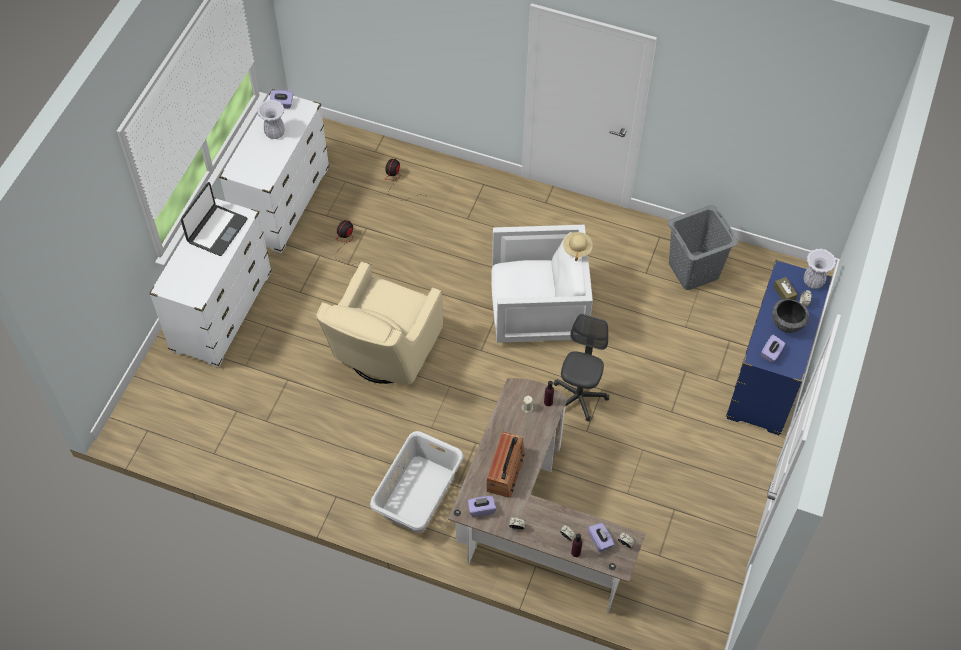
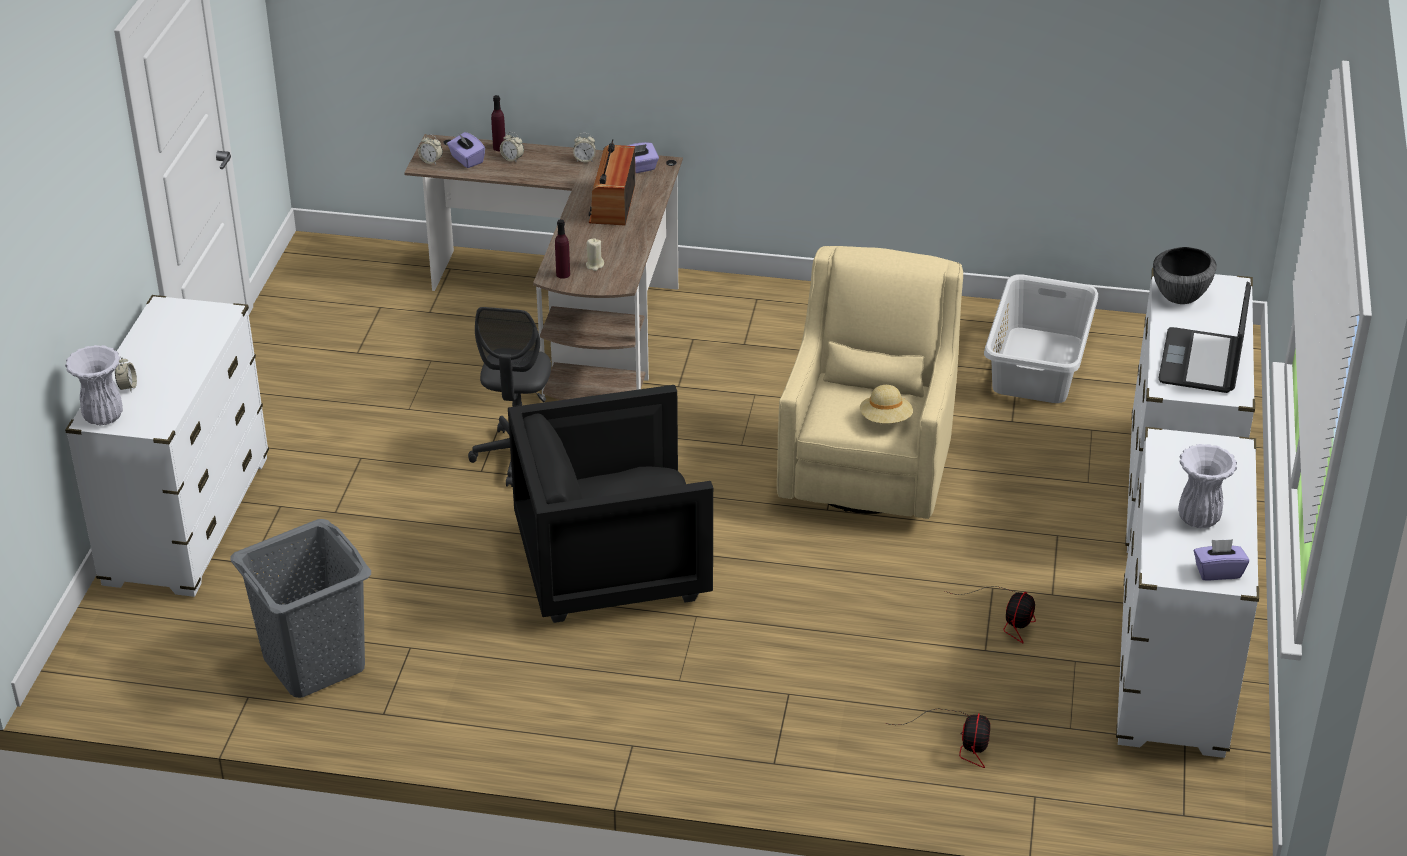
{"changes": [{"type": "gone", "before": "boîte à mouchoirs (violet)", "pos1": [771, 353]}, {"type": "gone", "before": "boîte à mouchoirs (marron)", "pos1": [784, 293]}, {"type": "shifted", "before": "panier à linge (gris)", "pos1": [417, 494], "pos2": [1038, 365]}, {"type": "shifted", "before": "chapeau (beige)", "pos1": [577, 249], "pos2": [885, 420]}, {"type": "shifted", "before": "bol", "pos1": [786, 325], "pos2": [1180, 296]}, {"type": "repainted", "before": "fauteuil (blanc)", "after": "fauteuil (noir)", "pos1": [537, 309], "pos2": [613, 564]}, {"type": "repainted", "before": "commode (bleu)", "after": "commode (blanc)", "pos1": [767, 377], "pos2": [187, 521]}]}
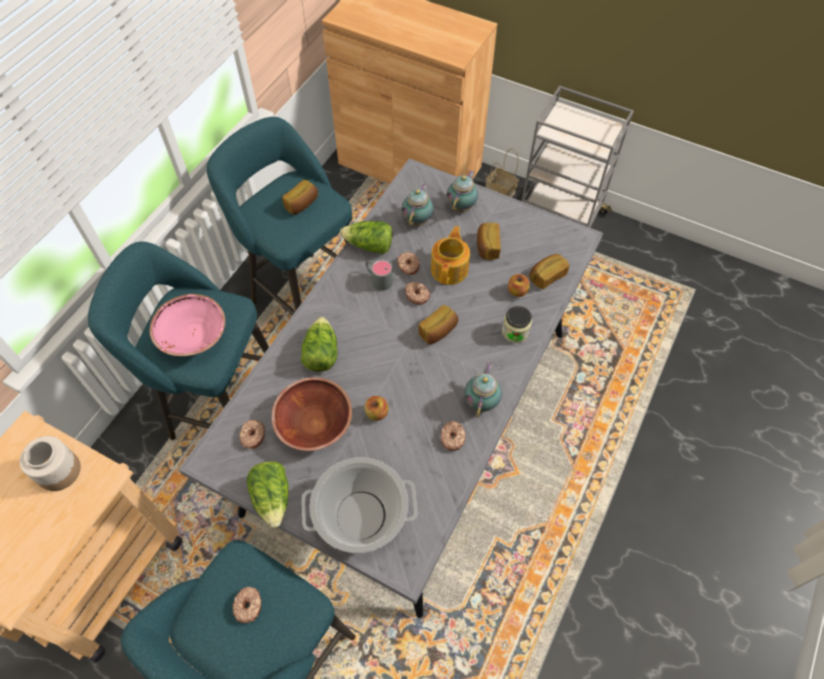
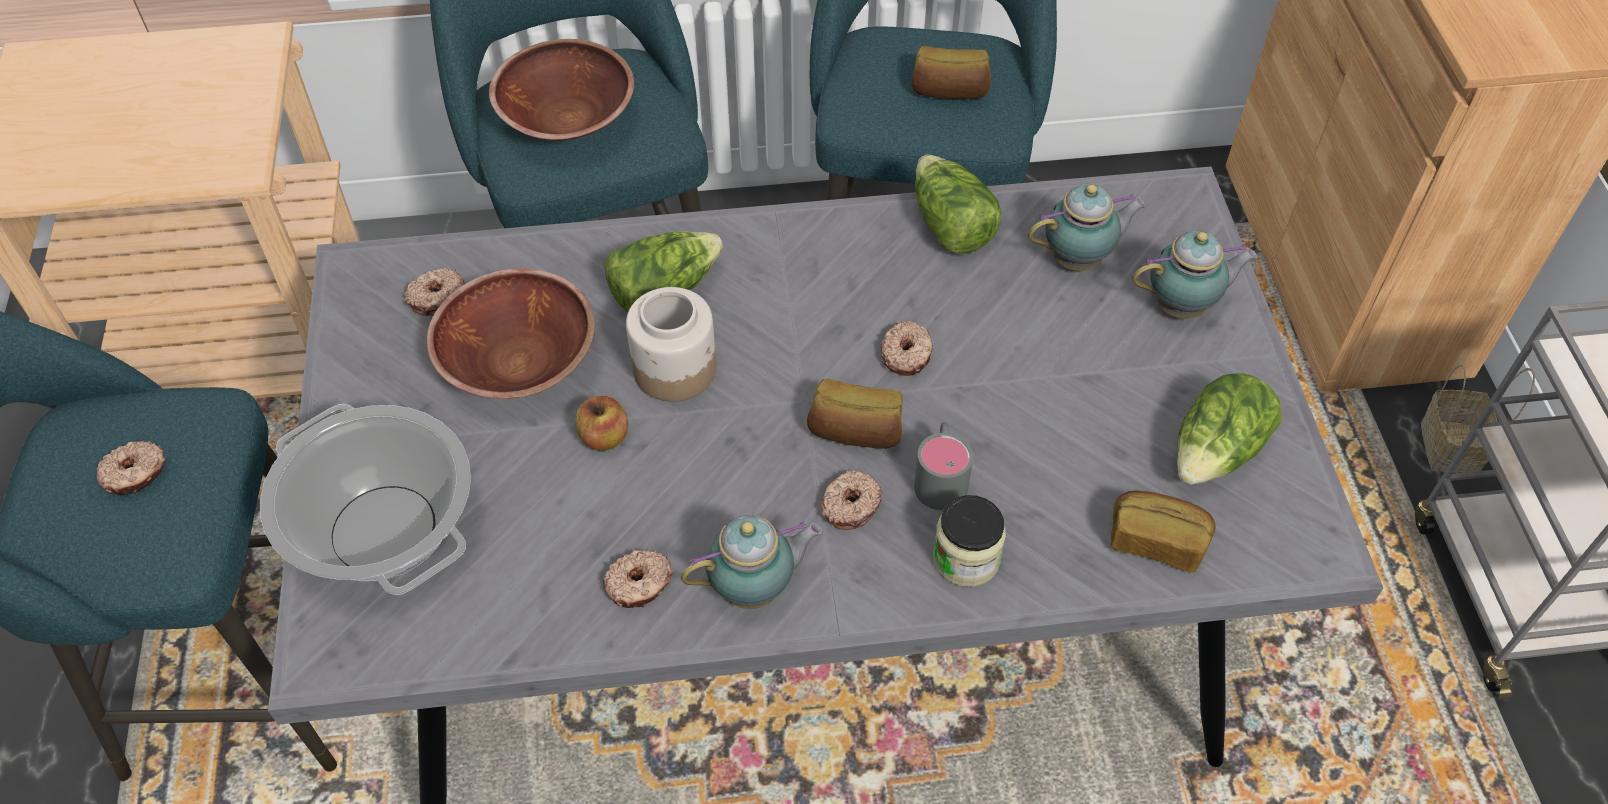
{"changes": [{"type": "gone", "before": "théière", "pos1": [450, 268]}, {"type": "gone", "before": "pain", "pos1": [487, 247]}, {"type": "gone", "before": "pomme", "pos1": [517, 291]}, {"type": "shifted", "before": "bocal", "pos1": [59, 470], "pos2": [676, 369]}, {"type": "shifted", "before": "laitue", "pos1": [273, 497], "pos2": [1216, 452]}, {"type": "shifted", "before": "mug (gris)", "pos1": [378, 279], "pos2": [941, 476]}, {"type": "shifted", "before": "beignet", "pos1": [408, 266], "pos2": [850, 505]}, {"type": "repainted", "before": "bol (rose)", "after": "bol (marron)", "pos1": [193, 336], "pos2": [567, 119]}]}
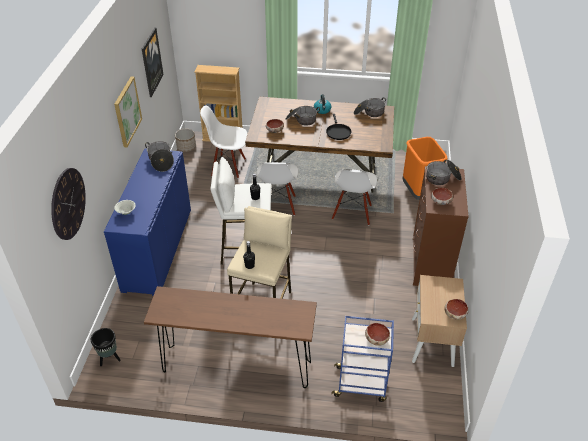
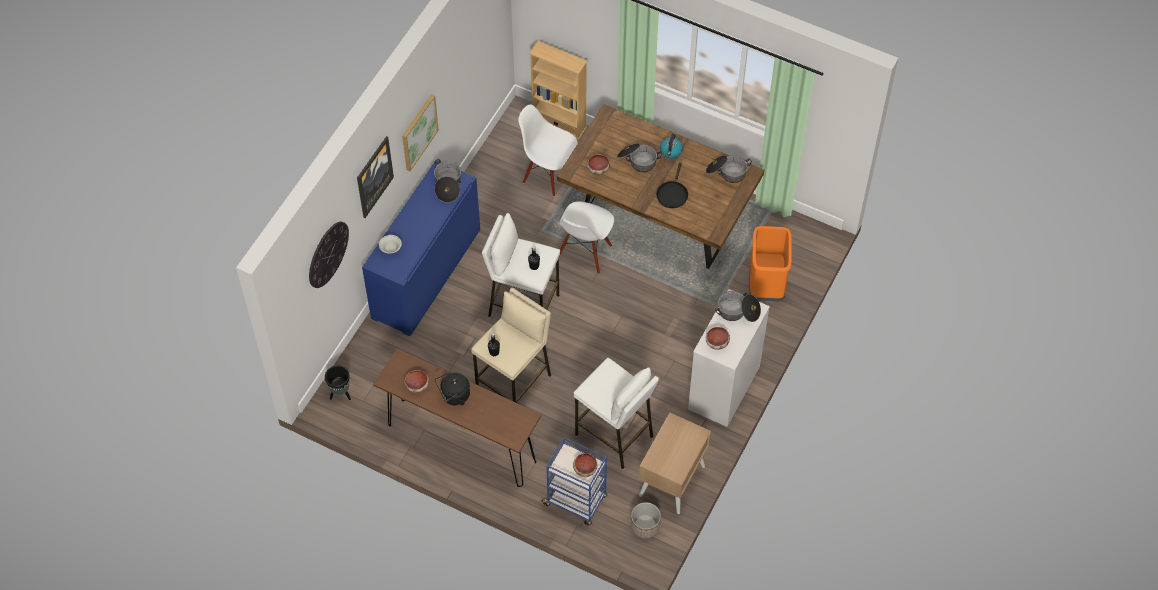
{"changes": [{"type": "gone", "before": "chaise (blanc)", "pos1": [352, 213]}, {"type": "new", "after": "bouilloire (noir)", "pos2": [454, 396]}, {"type": "new", "after": "tabouret (blanc)", "pos2": [614, 436]}, {"type": "shifted", "before": "tableau", "pos1": [151, 62], "pos2": [373, 176]}, {"type": "shifted", "before": "cache-pot", "pos1": [186, 147], "pos2": [645, 526]}, {"type": "shifted", "before": "bol", "pos1": [455, 313], "pos2": [417, 385]}, {"type": "repainted", "before": "commode (marron)", "after": "commode (blanc)", "pos1": [431, 263], "pos2": [723, 388]}]}
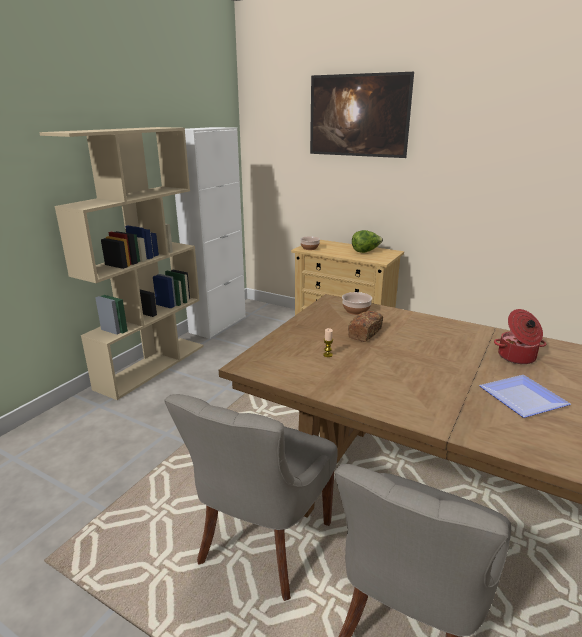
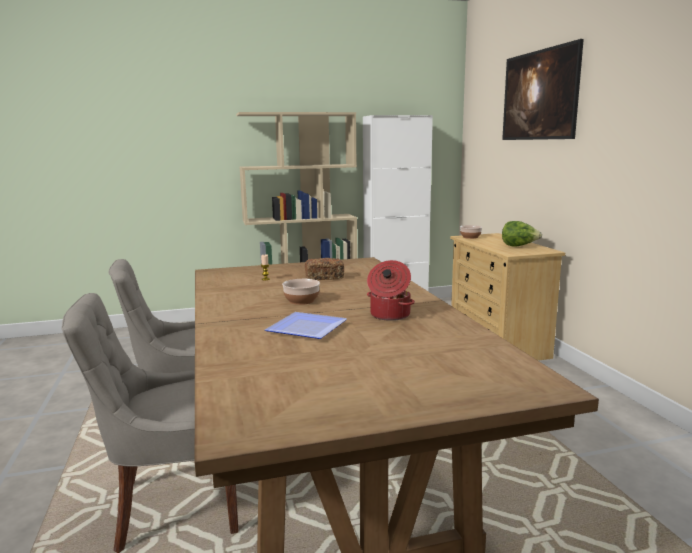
{"changes": [{"type": "shifted", "before": "bol", "pos1": [356, 311], "pos2": [301, 301]}]}
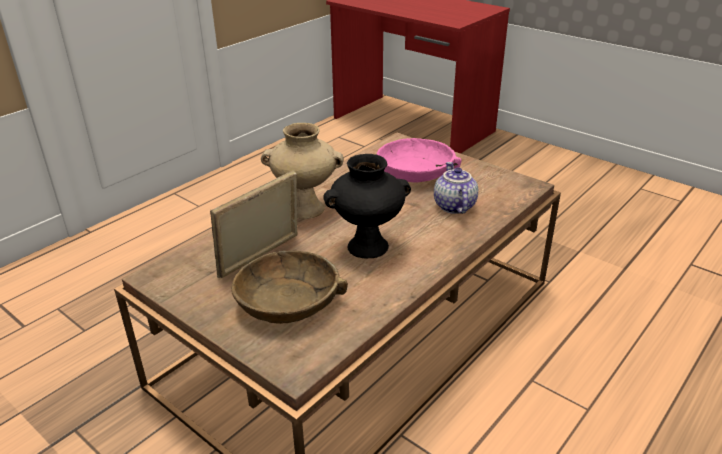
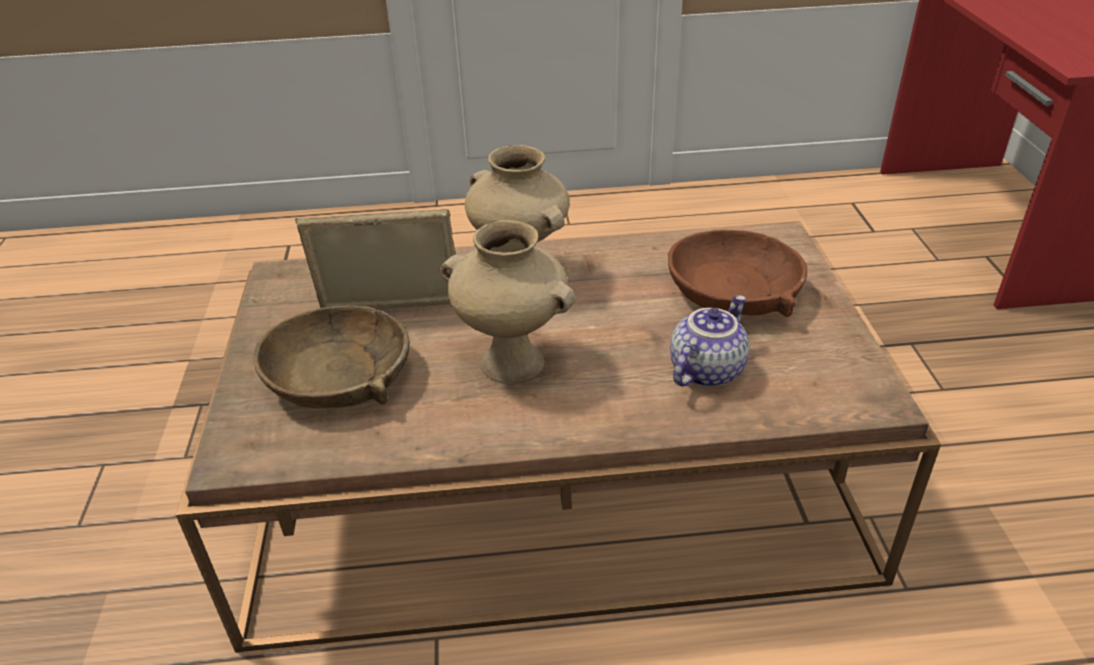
{"changes": [{"type": "repainted", "before": "vase (noir)", "after": "vase (beige)", "pos1": [368, 246], "pos2": [514, 362]}, {"type": "repainted", "before": "bol (rose)", "after": "bol (marron)", "pos1": [416, 171], "pos2": [734, 291]}]}
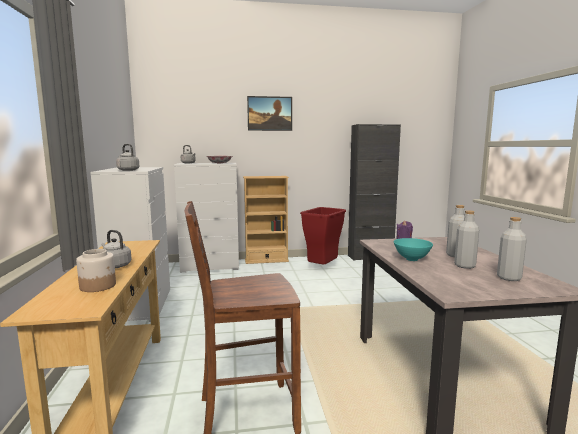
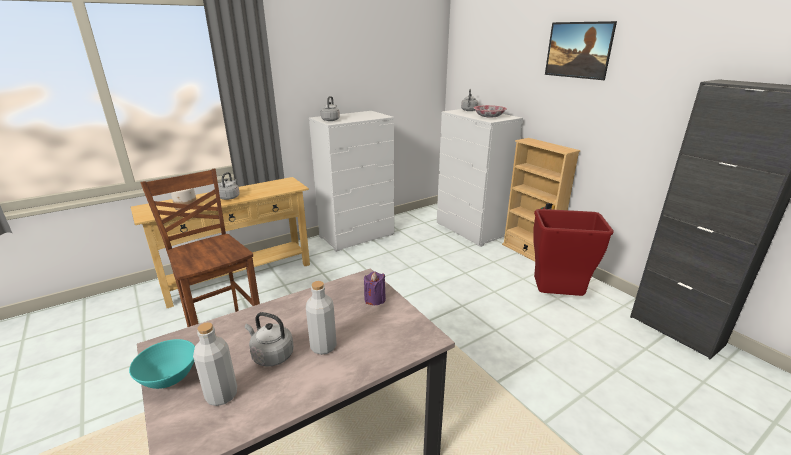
{"changes": [{"type": "shifted", "before": "bol (turquoise)", "pos1": [411, 259], "pos2": [170, 379]}, {"type": "swapped", "before": "bouteille (gris)", "after": "bouilloire (gris)", "pos1": [464, 266], "pos2": [271, 355]}]}
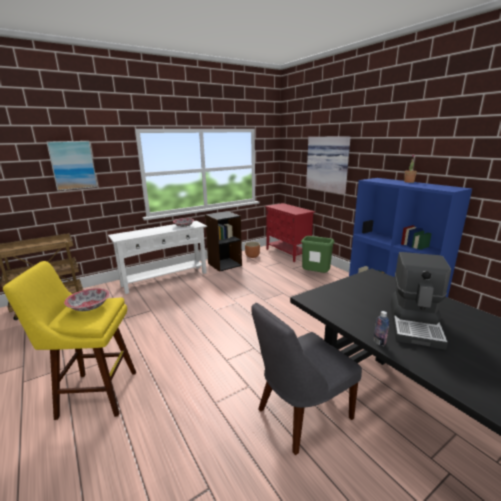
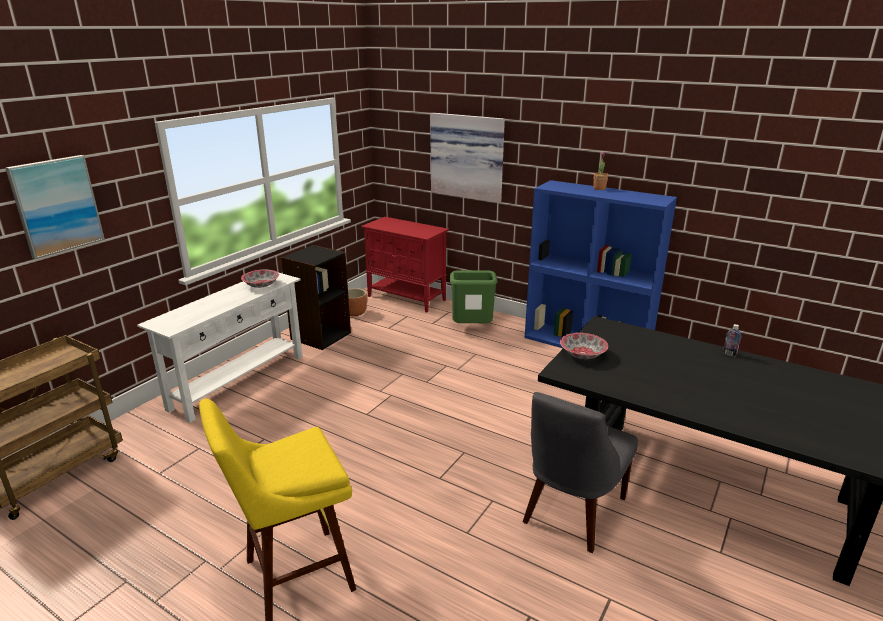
{"changes": [{"type": "gone", "before": "machine à café", "pos1": [416, 324]}, {"type": "shifted", "before": "bol", "pos1": [89, 307], "pos2": [583, 354]}, {"type": "shifted", "before": "bouteille", "pos1": [379, 342], "pos2": [729, 354]}]}
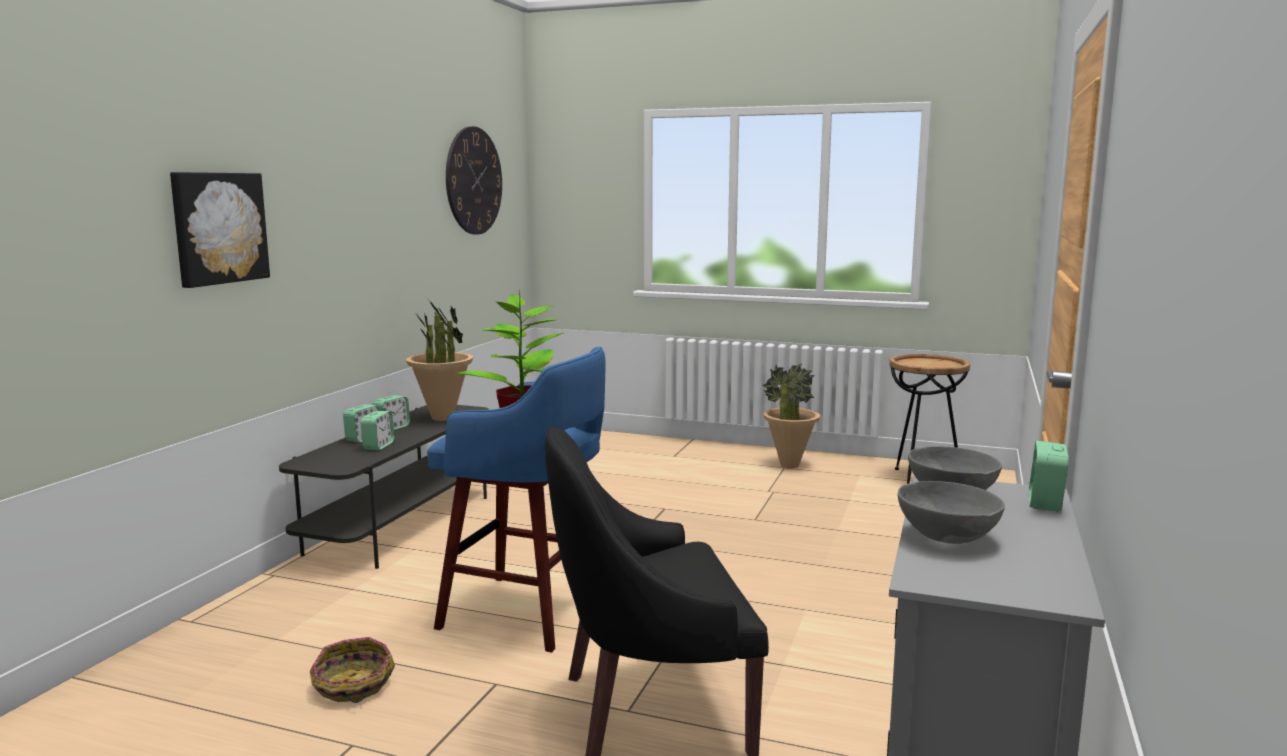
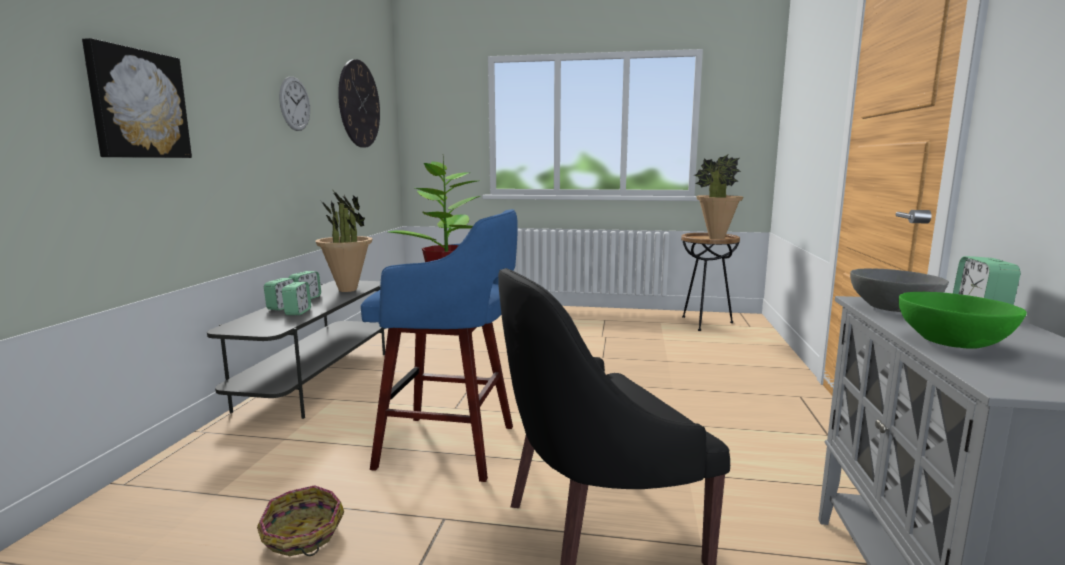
{"changes": [{"type": "new", "after": "horloge murale", "pos2": [295, 104]}, {"type": "shifted", "before": "plante en pot", "pos1": [789, 465], "pos2": [716, 238]}, {"type": "repainted", "before": "bol (gris)", "after": "bol (vert)", "pos1": [947, 536], "pos2": [953, 343]}]}
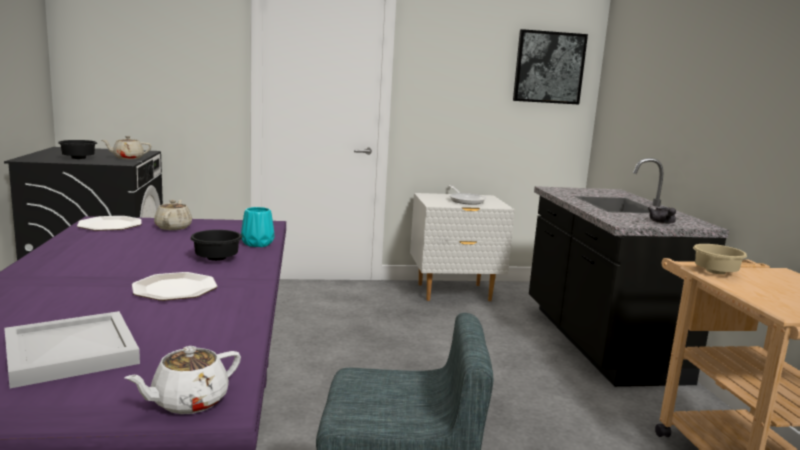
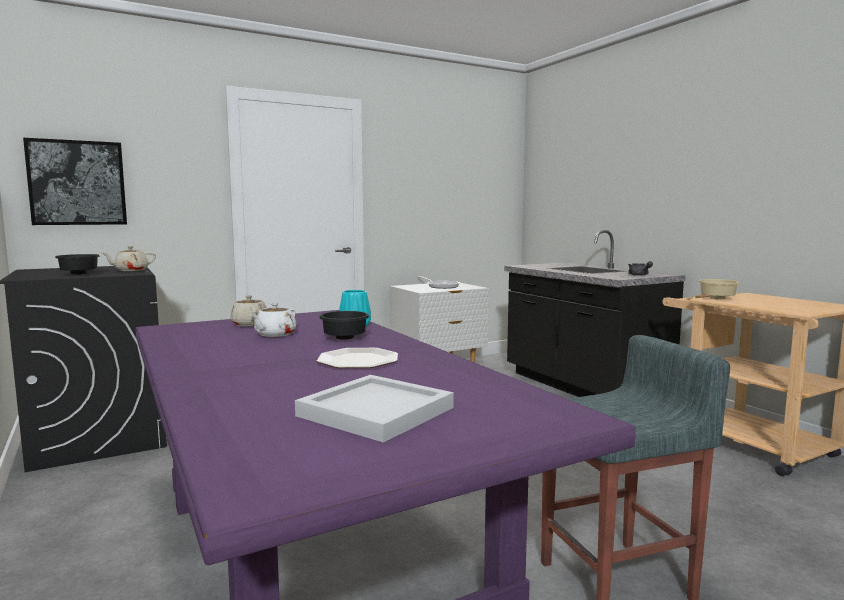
{"changes": [{"type": "gone", "before": "assiette", "pos1": [110, 225]}, {"type": "shifted", "before": "théière (blanc)", "pos1": [188, 402], "pos2": [275, 334]}, {"type": "shifted", "before": "tableau", "pos1": [549, 67], "pos2": [77, 183]}]}
